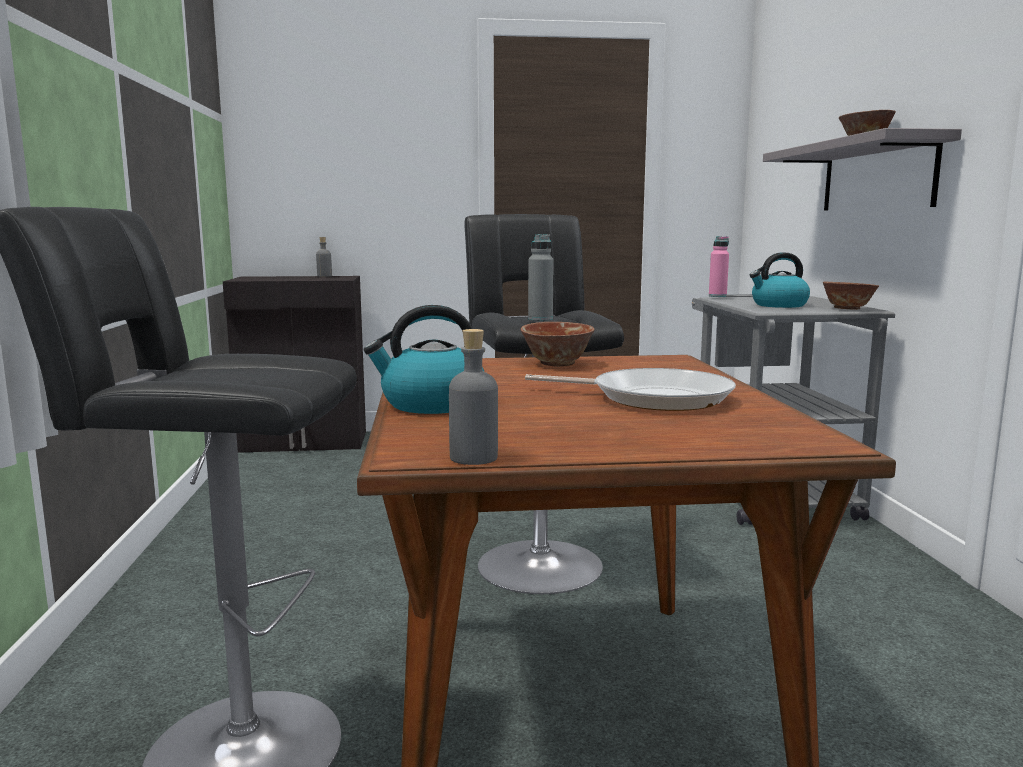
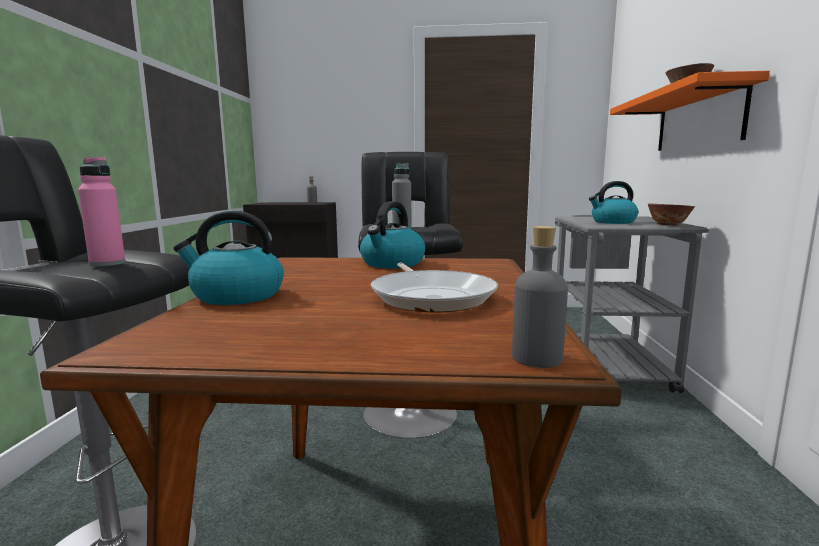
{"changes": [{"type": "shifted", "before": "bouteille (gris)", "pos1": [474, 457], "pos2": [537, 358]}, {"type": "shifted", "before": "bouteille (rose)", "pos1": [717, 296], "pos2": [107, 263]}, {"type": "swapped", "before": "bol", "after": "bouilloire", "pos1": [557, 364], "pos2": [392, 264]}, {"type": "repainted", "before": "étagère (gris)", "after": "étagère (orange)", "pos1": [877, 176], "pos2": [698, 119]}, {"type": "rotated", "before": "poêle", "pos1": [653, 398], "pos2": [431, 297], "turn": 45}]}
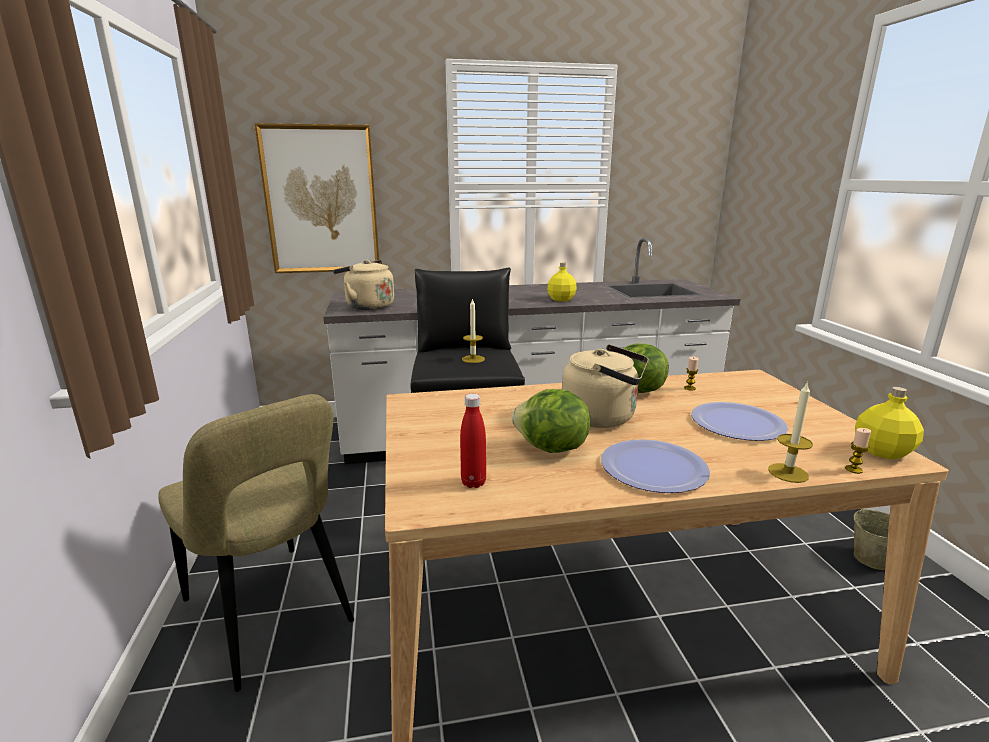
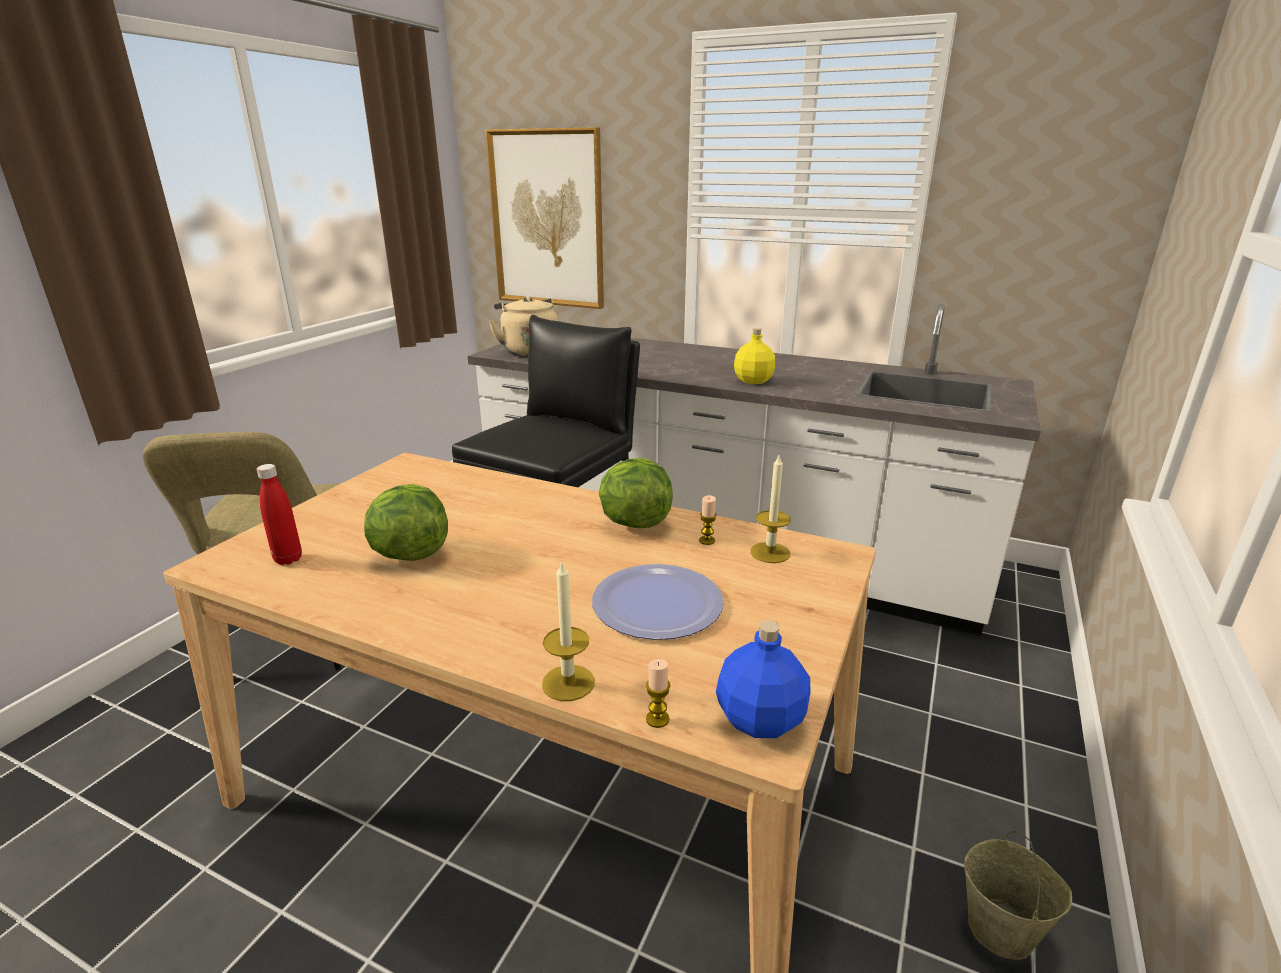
{"changes": [{"type": "gone", "before": "bouilloire (beige)", "pos1": [603, 417]}, {"type": "gone", "before": "assiette", "pos1": [654, 468]}, {"type": "shifted", "before": "bougie", "pos1": [473, 359], "pos2": [770, 552]}, {"type": "repainted", "before": "bouteille (jaune)", "after": "bouteille (bleu)", "pos1": [881, 451], "pos2": [759, 718]}]}
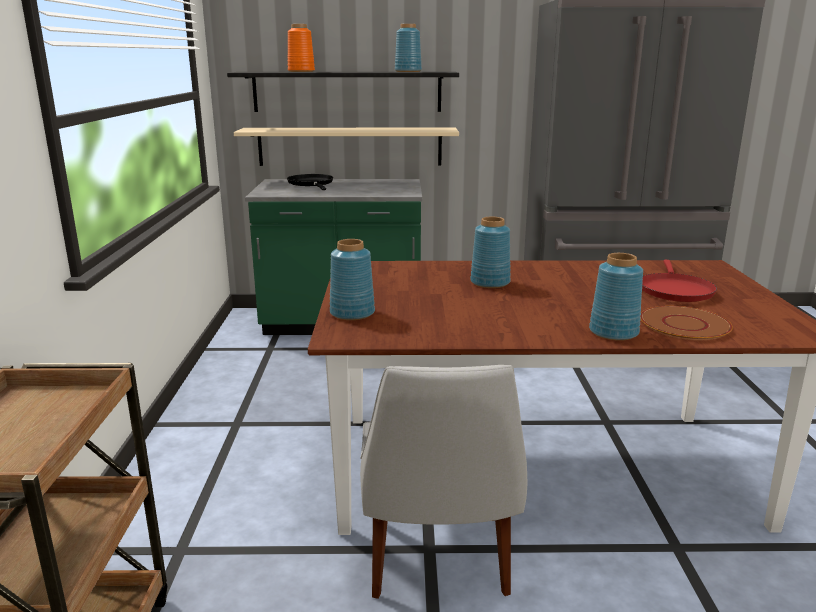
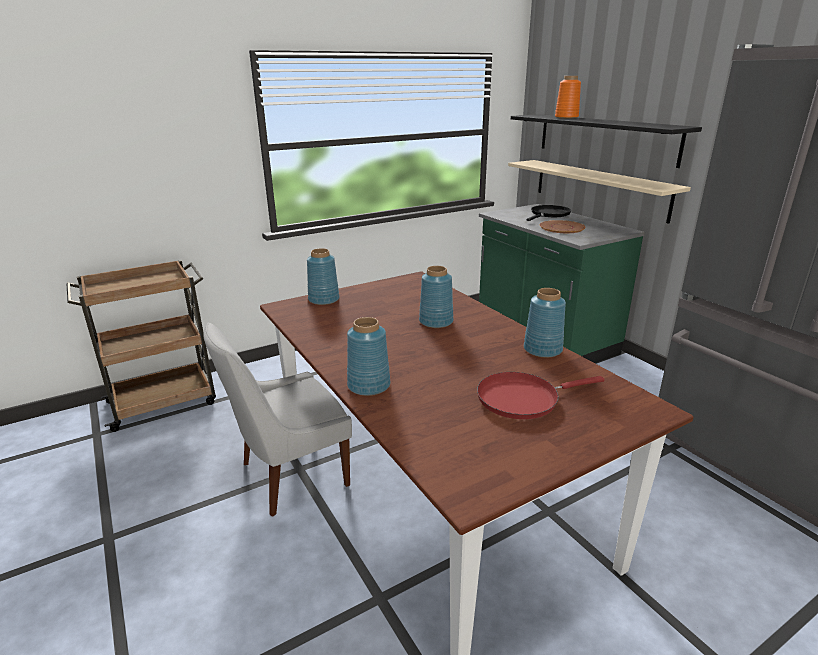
{"changes": [{"type": "shifted", "before": "vase (bleu)", "pos1": [408, 71], "pos2": [542, 350]}, {"type": "shifted", "before": "assiette (marron)", "pos1": [685, 325], "pos2": [561, 228]}]}
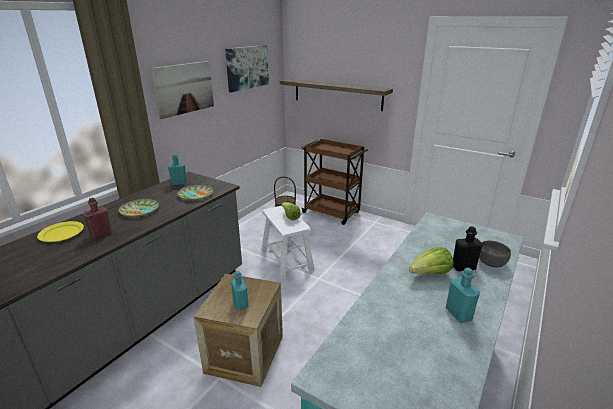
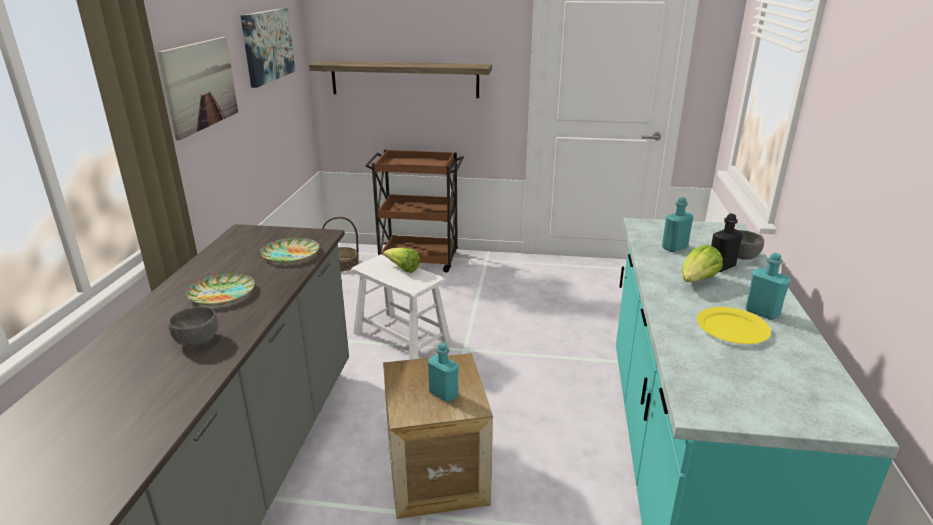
{"changes": [{"type": "shifted", "before": "assiette (jaune)", "pos1": [61, 233], "pos2": [732, 329]}, {"type": "shifted", "before": "bouteille (turquoise)", "pos1": [179, 183], "pos2": [674, 247]}, {"type": "swapped", "before": "bouteille (rouge)", "after": "bol (gris)", "pos1": [101, 234], "pos2": [197, 340]}]}
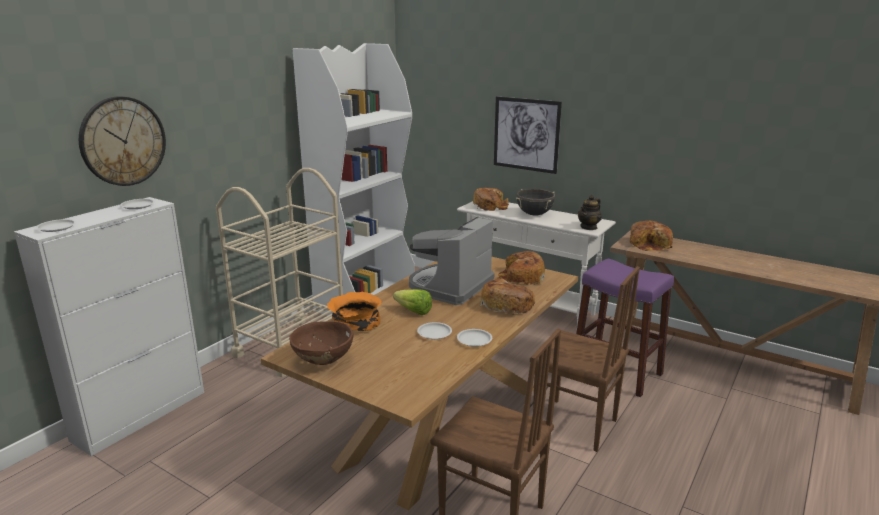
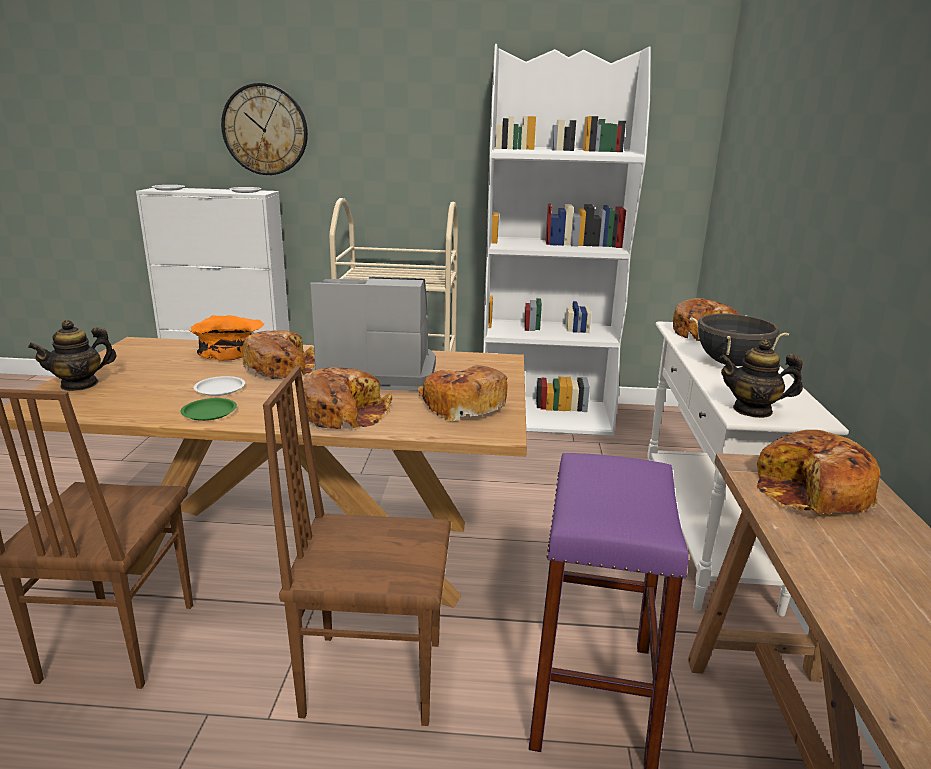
{"changes": [{"type": "gone", "before": "bol (marron)", "pos1": [323, 361]}, {"type": "gone", "before": "tableau", "pos1": [526, 134]}, {"type": "new", "after": "théière", "pos2": [80, 384]}, {"type": "swapped", "before": "laitue", "after": "pain", "pos1": [411, 310], "pos2": [281, 367]}, {"type": "repainted", "before": "assiette (blanc)", "after": "assiette (vert)", "pos1": [474, 340], "pos2": [209, 412]}, {"type": "rotated", "before": "chaise (marron)", "pos1": [575, 425], "pos2": [372, 675], "turn": 90}]}
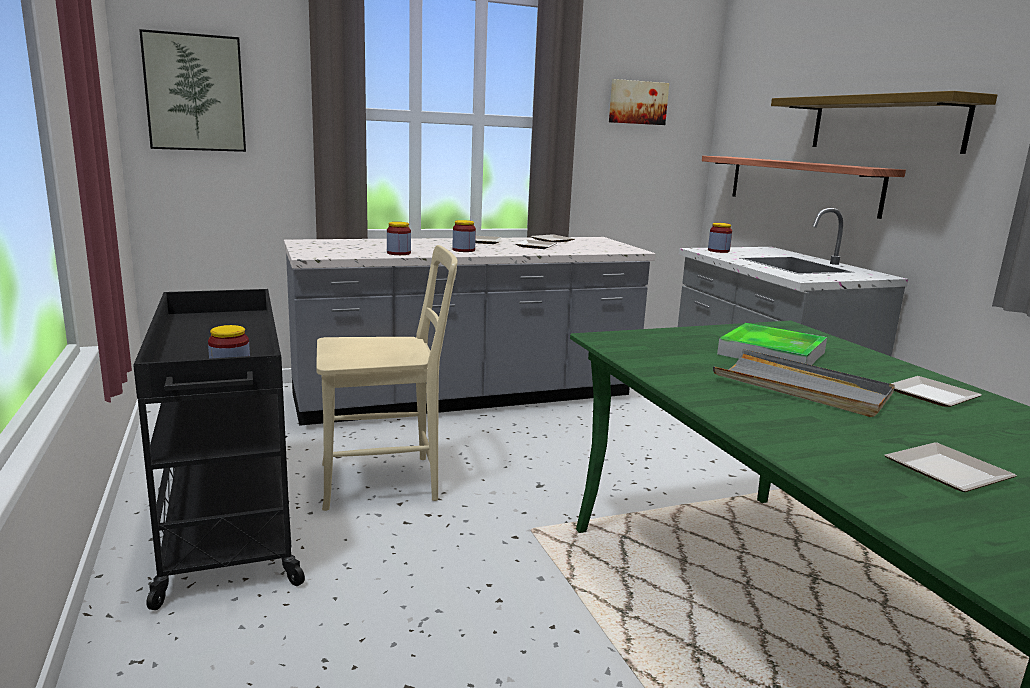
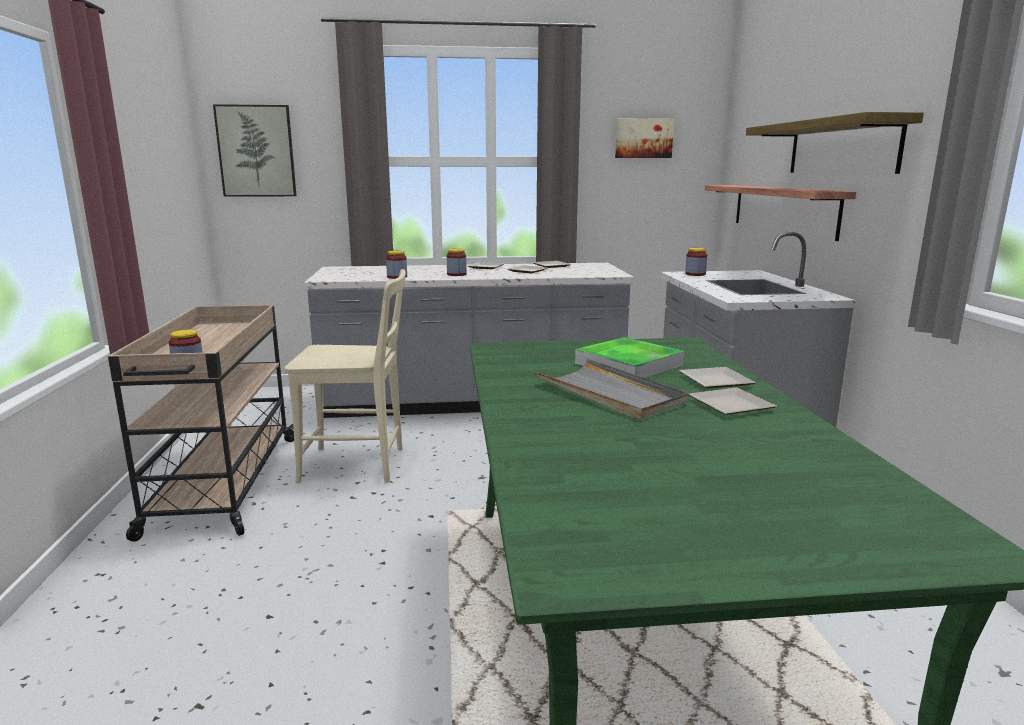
{"changes": [{"type": "shifted", "before": "assiette", "pos1": [948, 474], "pos2": [714, 382]}, {"type": "repainted", "before": "chariot (noir)", "after": "chariot (beige)", "pos1": [229, 520], "pos2": [224, 484]}]}
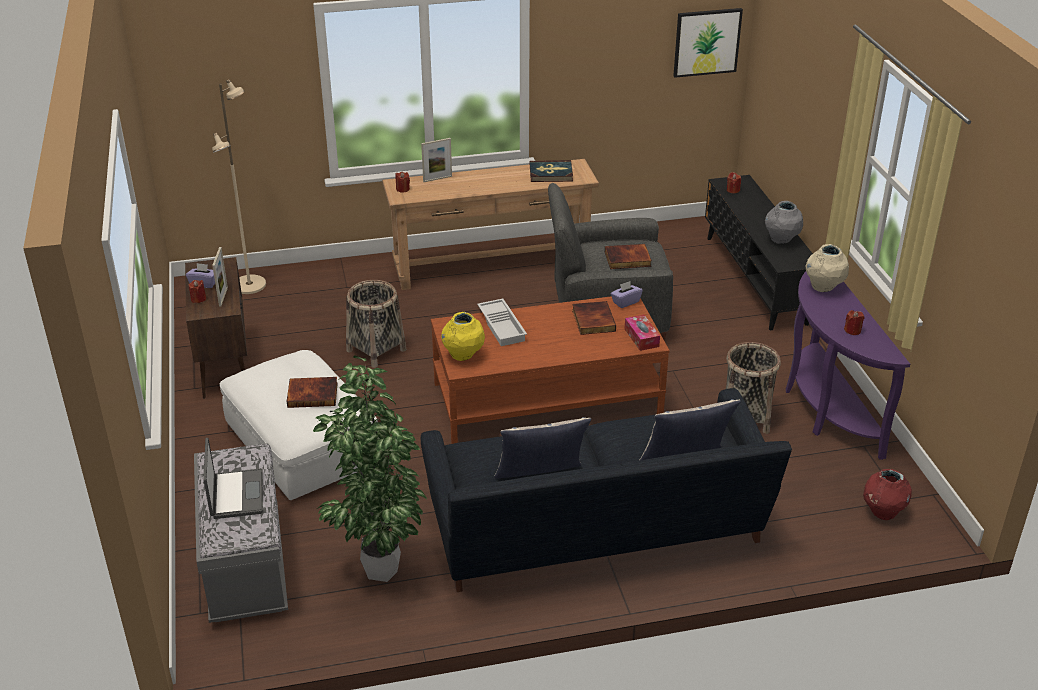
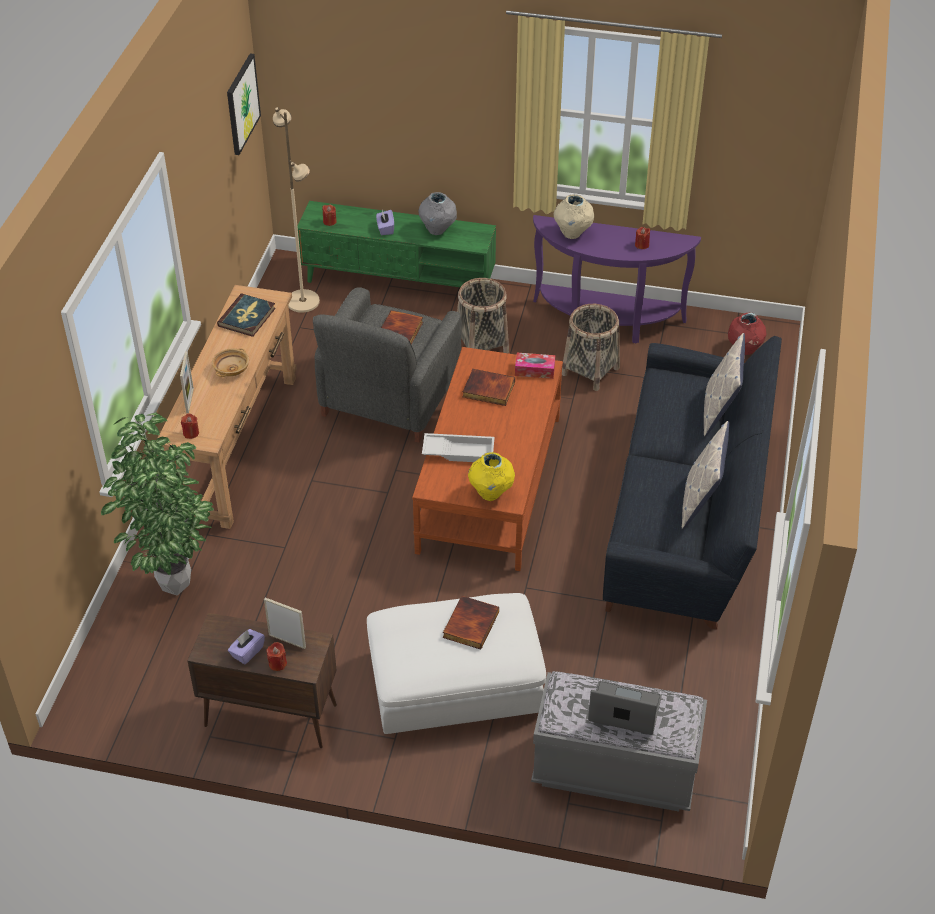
{"changes": [{"type": "new", "after": "bol (beige)", "pos2": [231, 369]}, {"type": "shifted", "before": "lampadaire (beige)", "pos1": [250, 285], "pos2": [303, 301]}, {"type": "shifted", "before": "plante en pot", "pos1": [377, 572], "pos2": [174, 588]}, {"type": "shifted", "before": "panier", "pos1": [376, 350], "pos2": [482, 344]}, {"type": "shifted", "before": "boîte à mouchoirs (violet)", "pos1": [625, 302], "pos2": [385, 229]}, {"type": "repainted", "before": "meuble télé (noir)", "after": "meuble télé (vert)", "pos1": [756, 279], "pos2": [399, 281]}]}
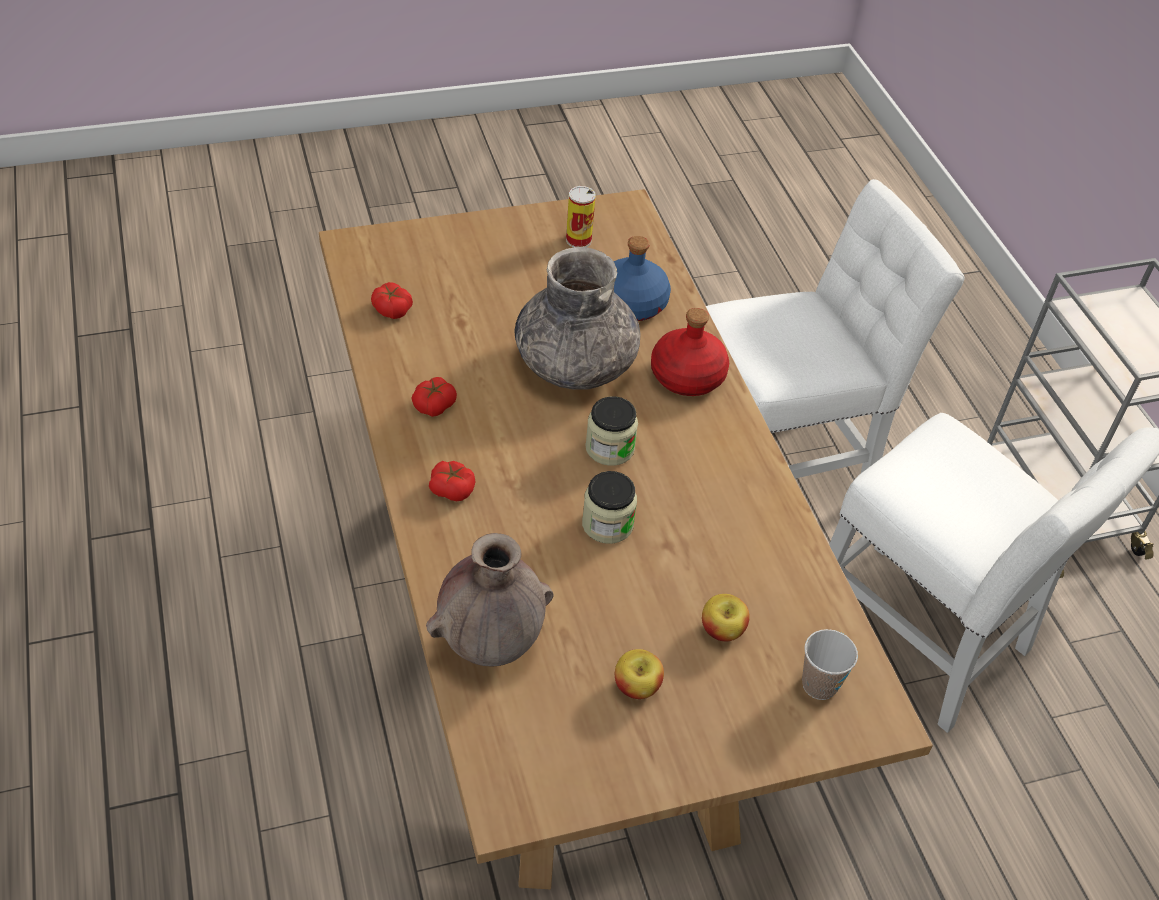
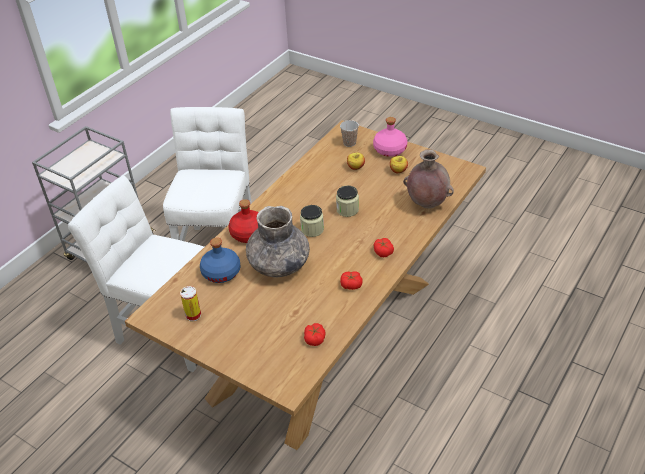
{"changes": [{"type": "new", "after": "bouteille (rose)", "pos2": [389, 149]}]}
